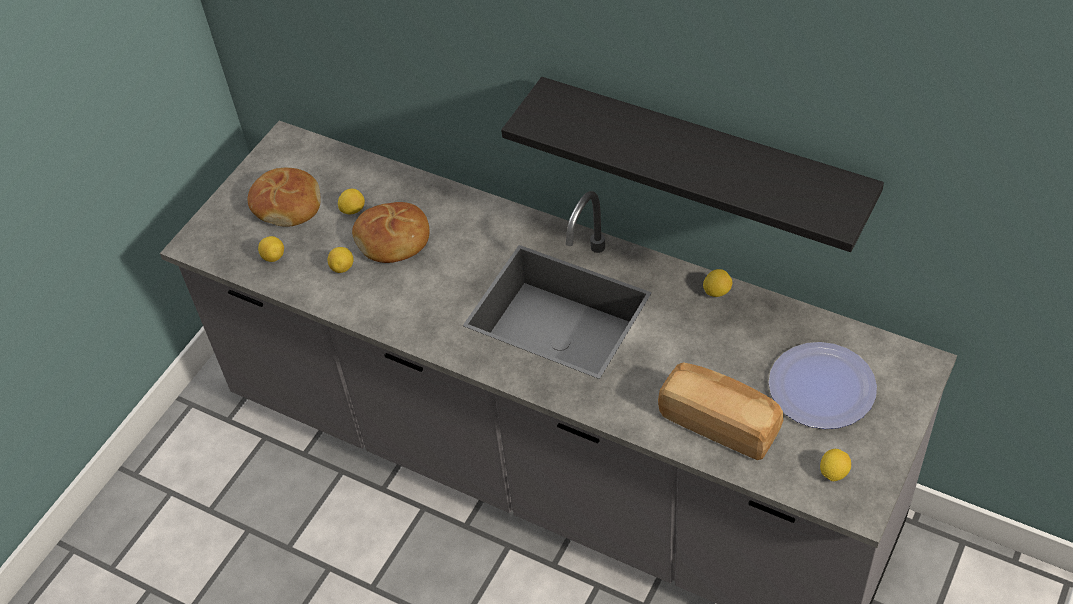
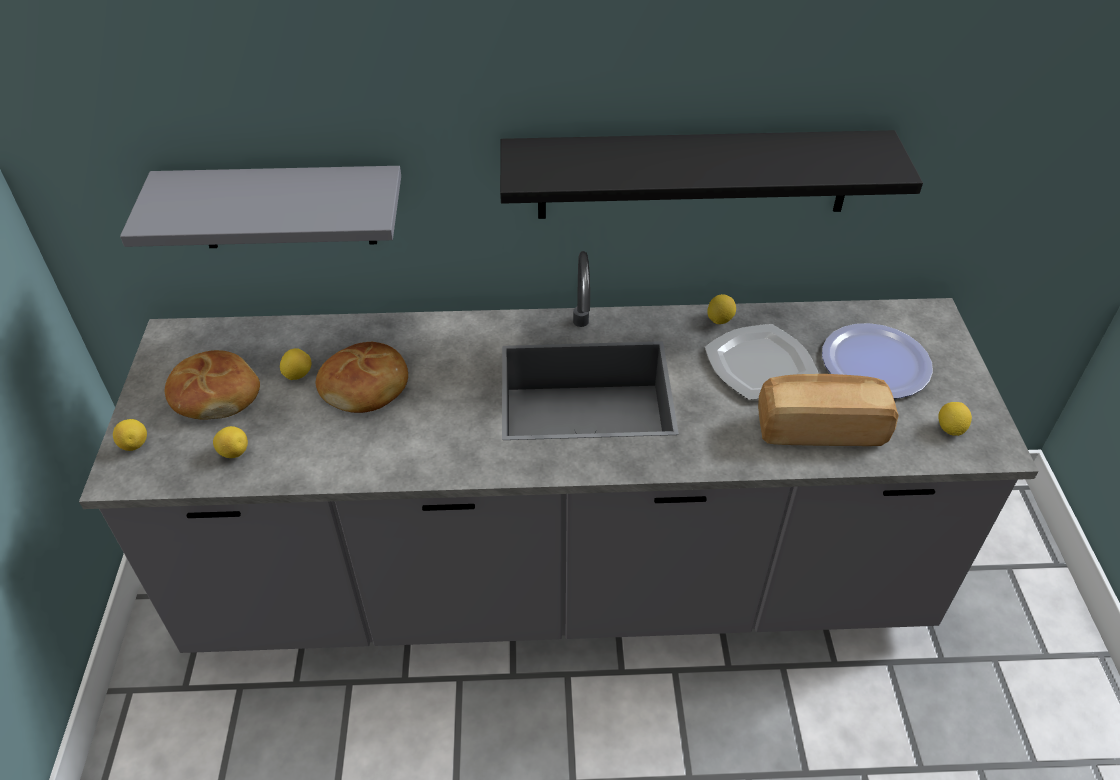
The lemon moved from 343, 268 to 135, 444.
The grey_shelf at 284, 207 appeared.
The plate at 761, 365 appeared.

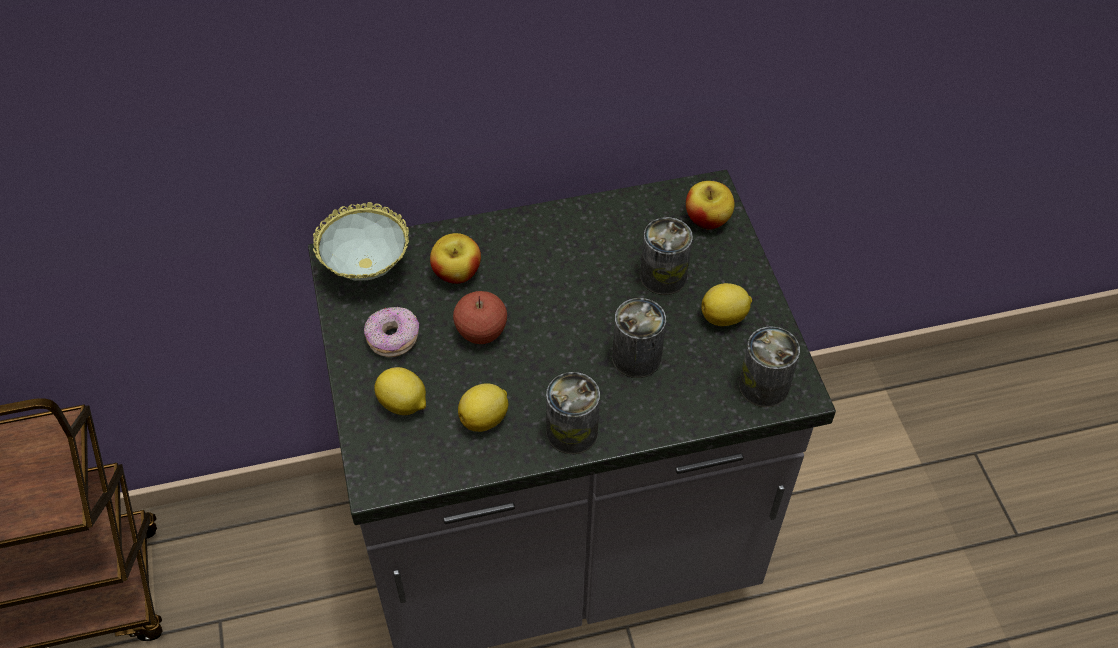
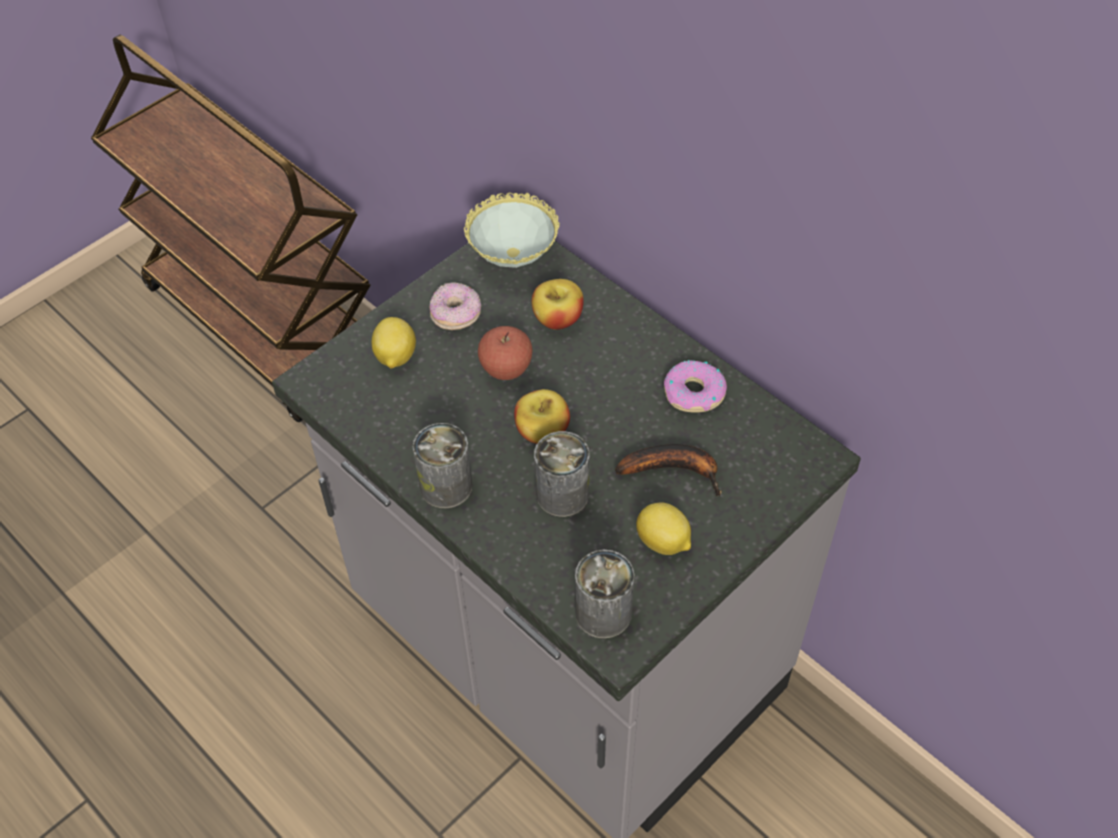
The apple moved from 707, 219 to 542, 431.
The can at 663, 276 was replaced by the banana at 675, 469.
The lemon at 485, 419 disappeared.
The donut at 694, 393 appeared.

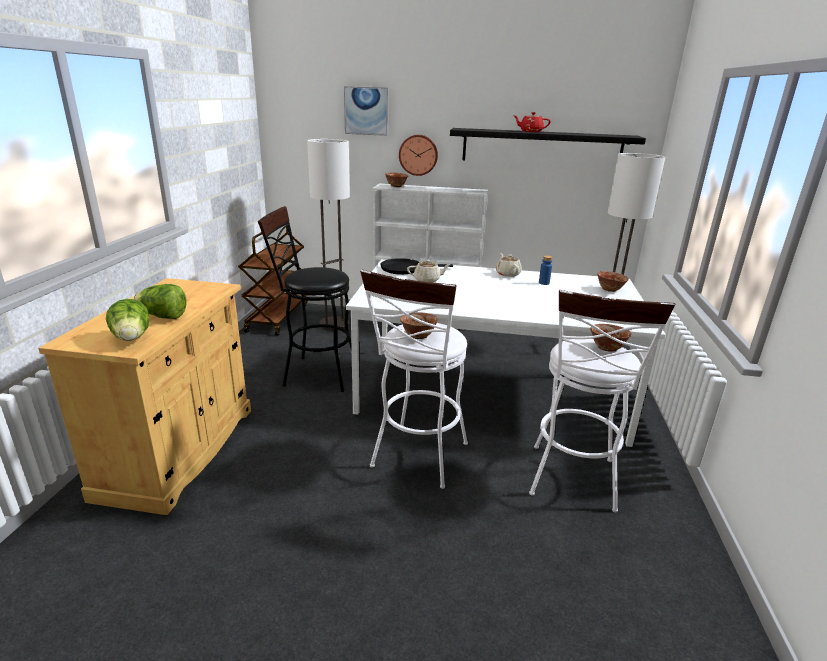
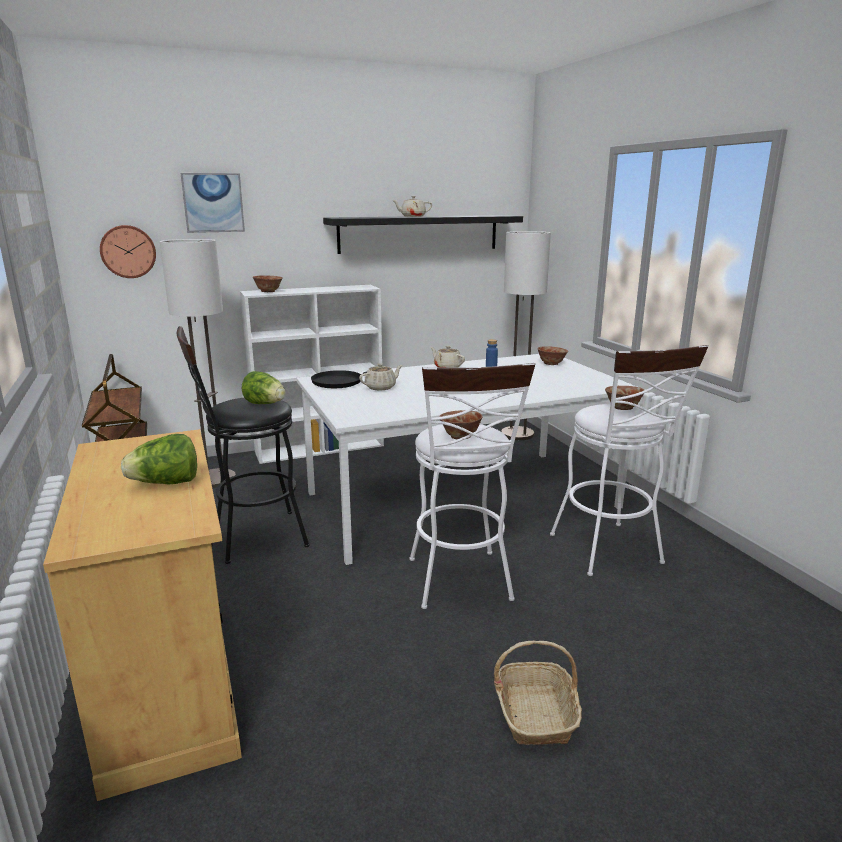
The red_teapot at 530, 131 became the beige_teapot at 412, 216.
The wall_clock moved from 418, 155 to 128, 251.
The lettuce moved from 132, 339 to 265, 404.
The basket at 535, 713 appeared.

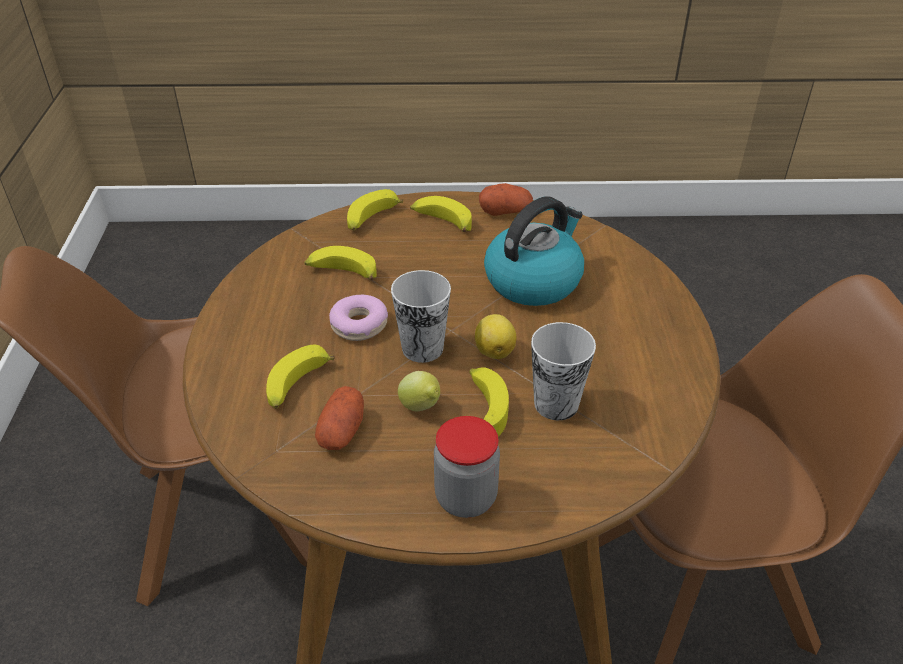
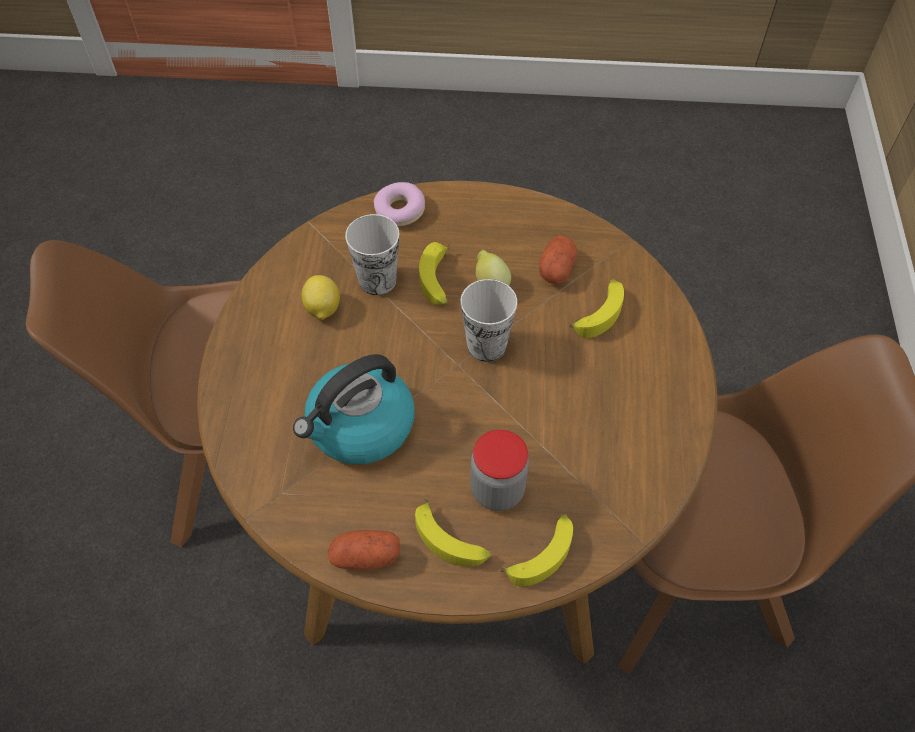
The banana at 341, 273 disappeared.
The donut moved from 359, 325 to 399, 210.
The lemon moved from 494, 350 to 322, 309.
The jar moved from 466, 498 to 497, 490.

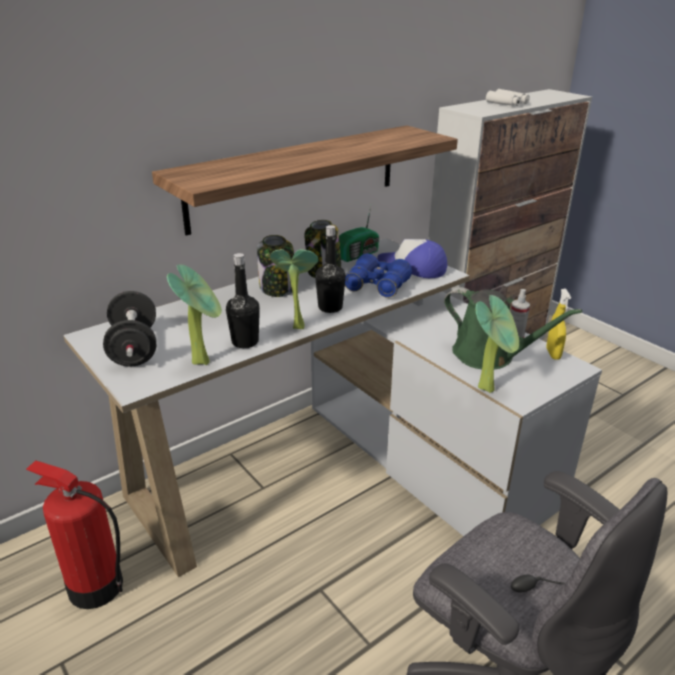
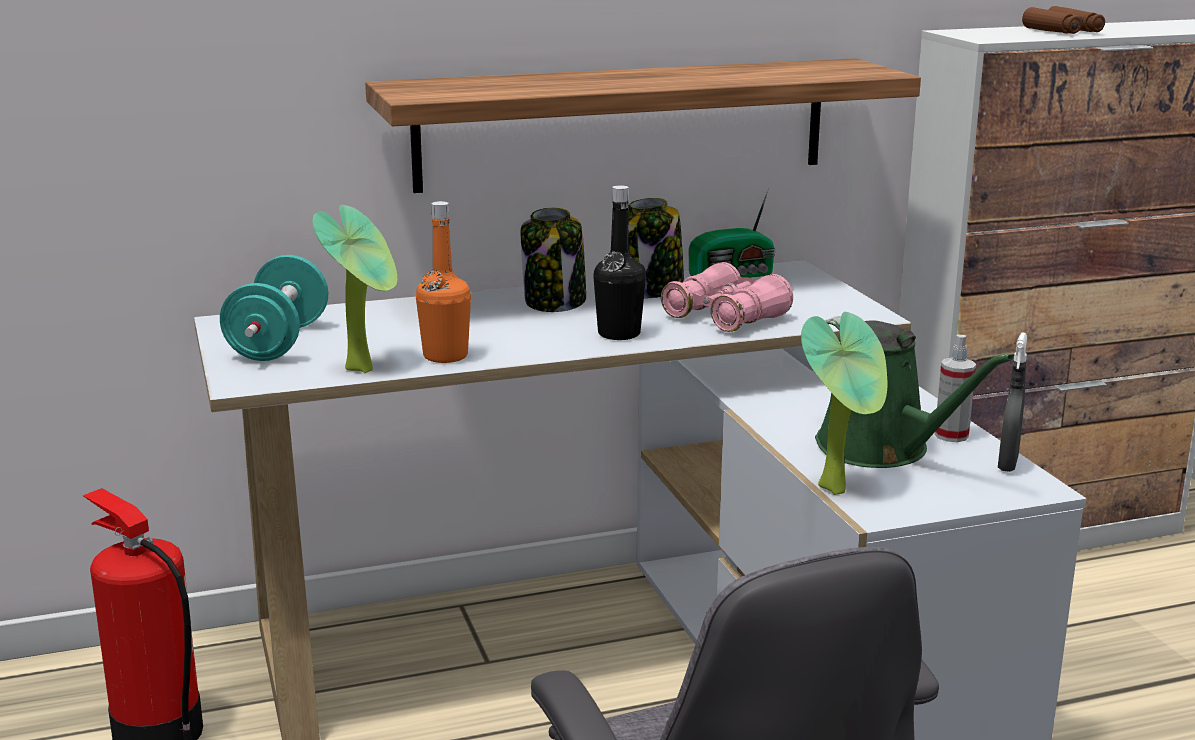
The white_binoculars at 507, 103 became the brown_binoculars at 1062, 31.
The cap at 412, 268 disappeared.
The potted_plant at 296, 325 disappeared.
The black_bottle at 245, 342 became the orange_bottle at 445, 356.
The blue_binoculars at 377, 286 became the pink_binoculars at 725, 317.
The yellow_spray_bottle at 553, 354 became the grey_spray_bottle at 1007, 464.
The black_dumbbell at 134, 348 became the turquoise_dumbbell at 278, 342.

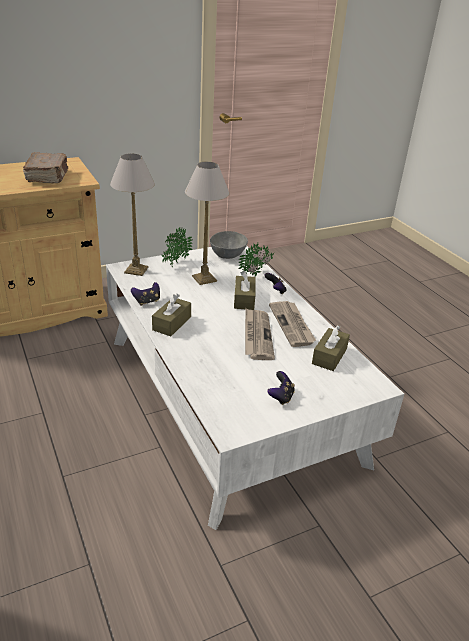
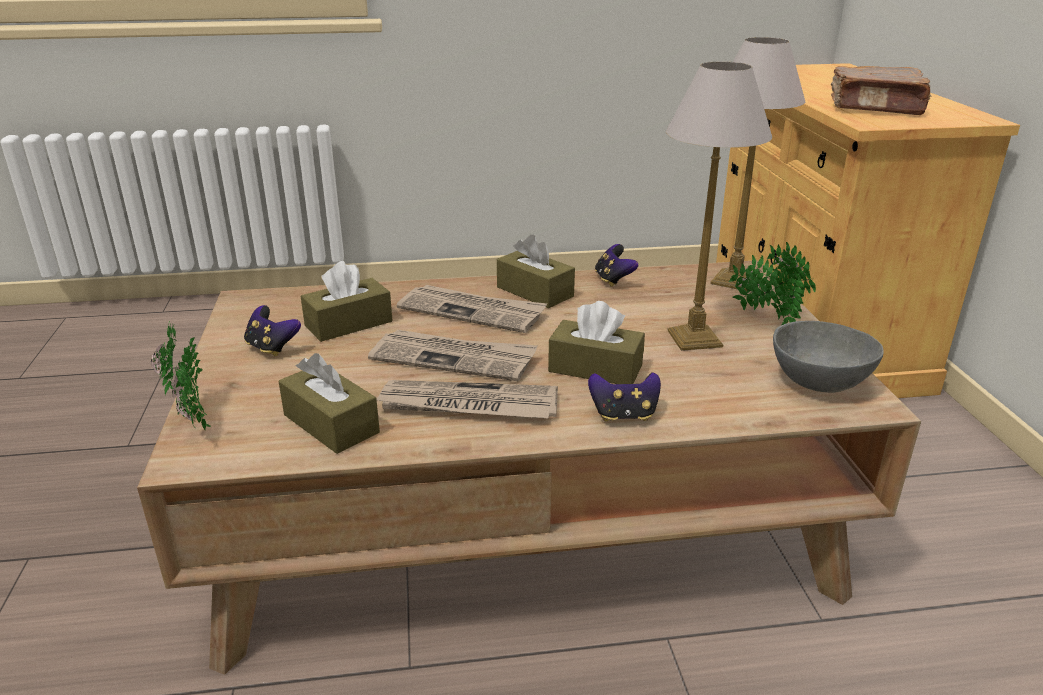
The potted_plant moved from 256, 274 to 192, 422.
The white_coffee_table at 229, 396 became the brown_coffee_table at 523, 511.
The brown_tissue_box at 348, 324 appeared.
The newspaper at 472, 311 appeared.

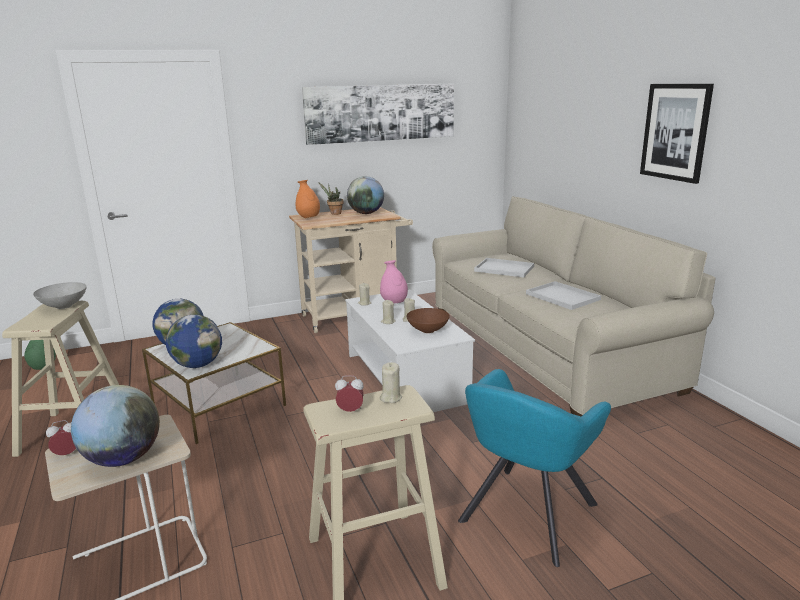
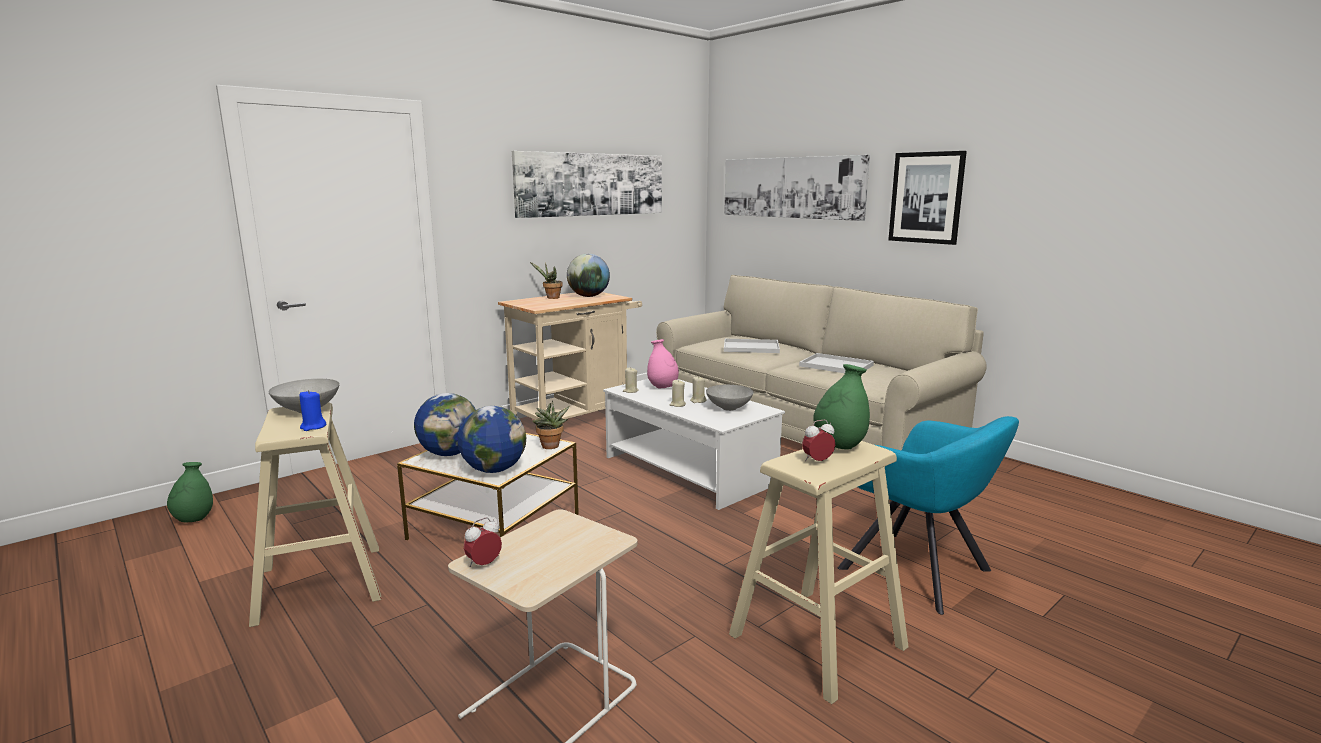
The orange_vase at 308, 218 disappeared.
The brown_bowl at 428, 330 became the grey_bowl at 729, 408.
The beige_candle at 390, 397 was replaced by the green_vase at 839, 446.
The turquoise_armchair at 526, 516 turned 60 degrees counterclockwise.
The globe at 123, 459 disappeared.
The picture at 791, 187 appeared.
The blue_candle at 313, 427 appeared.
The potted_plant at 550, 447 appeared.

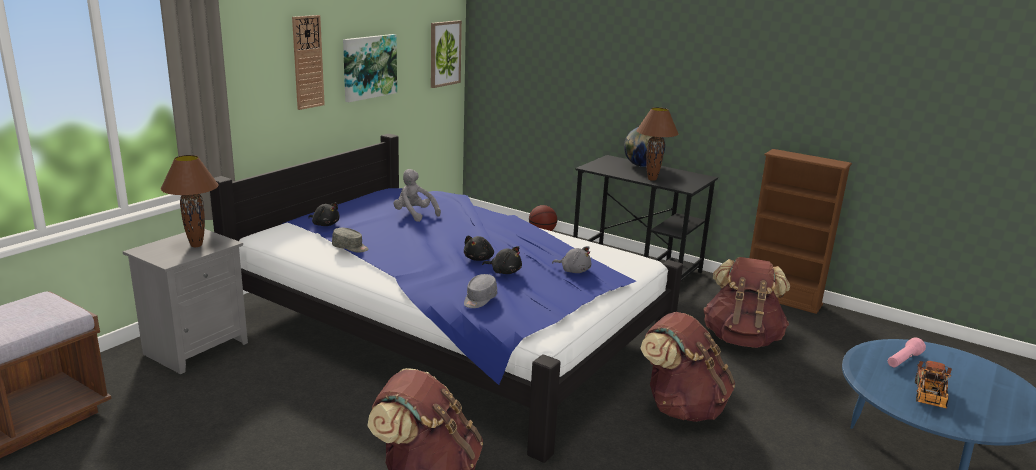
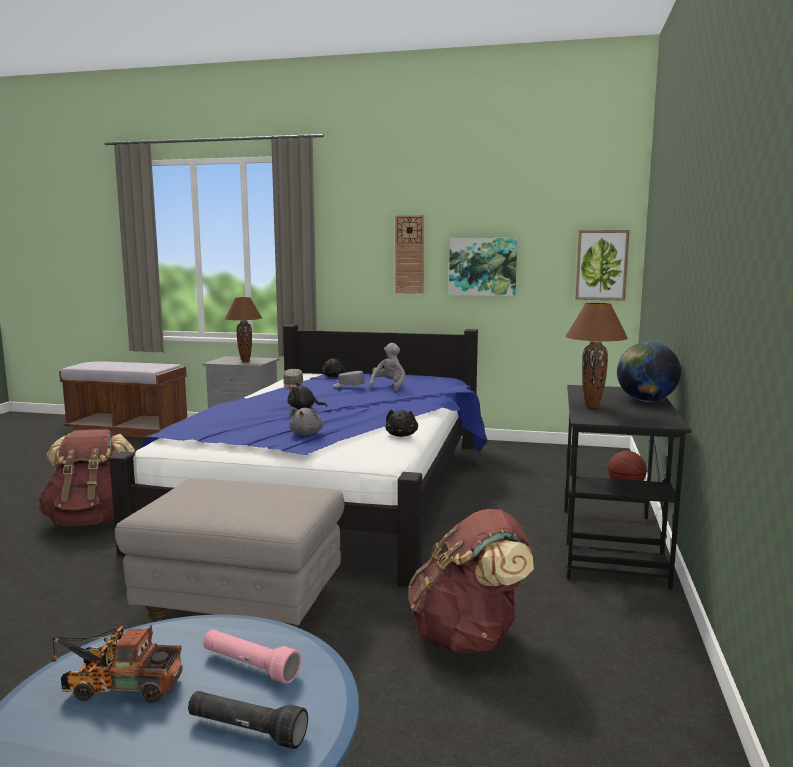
The brown_bookcase at 782, 299 disappeared.
The black_plush_toy moved from 504, 272 to 401, 435.
The grey_cap moved from 479, 299 to 348, 386.
The brown_backpack at 681, 408 was replaced by the grey_ottoman at 243, 609.
The black_flashlight at 246, 731 appeared.

